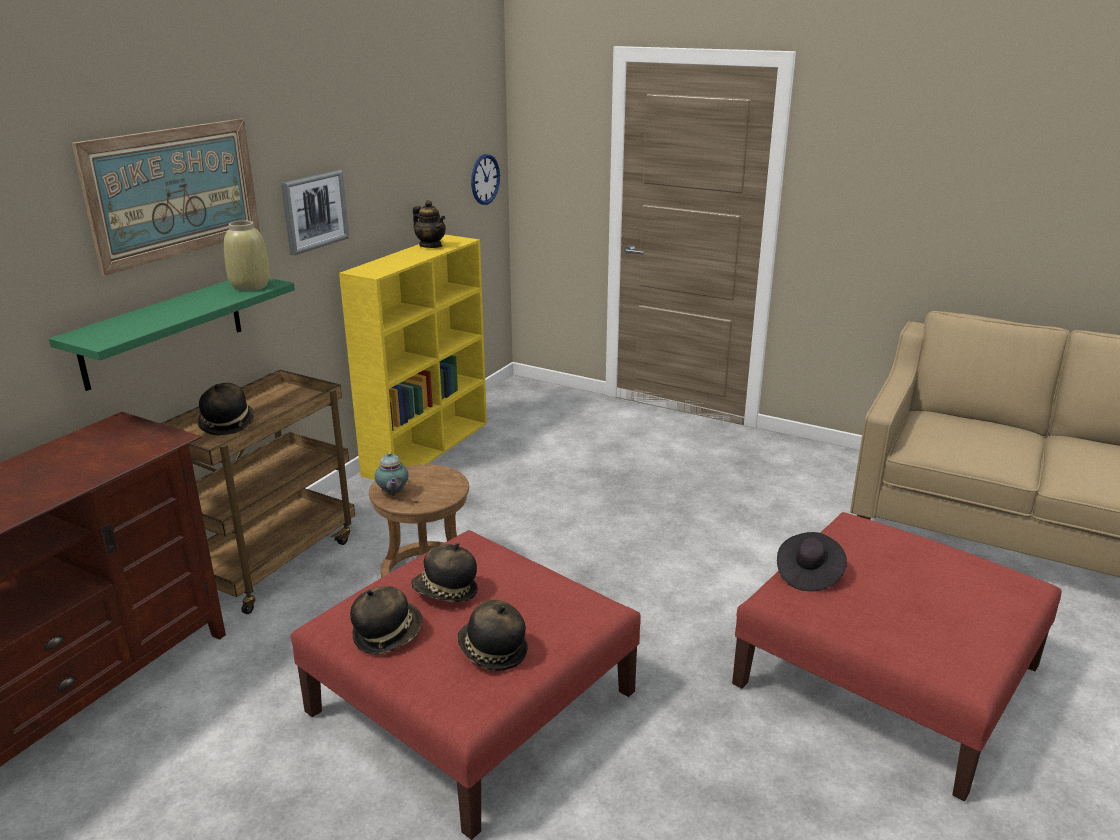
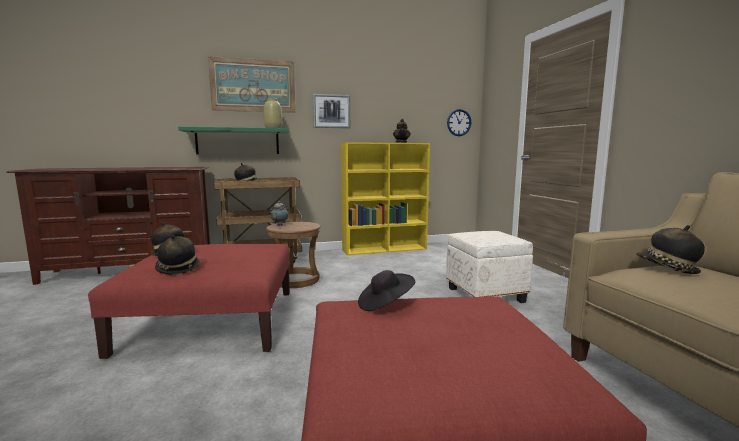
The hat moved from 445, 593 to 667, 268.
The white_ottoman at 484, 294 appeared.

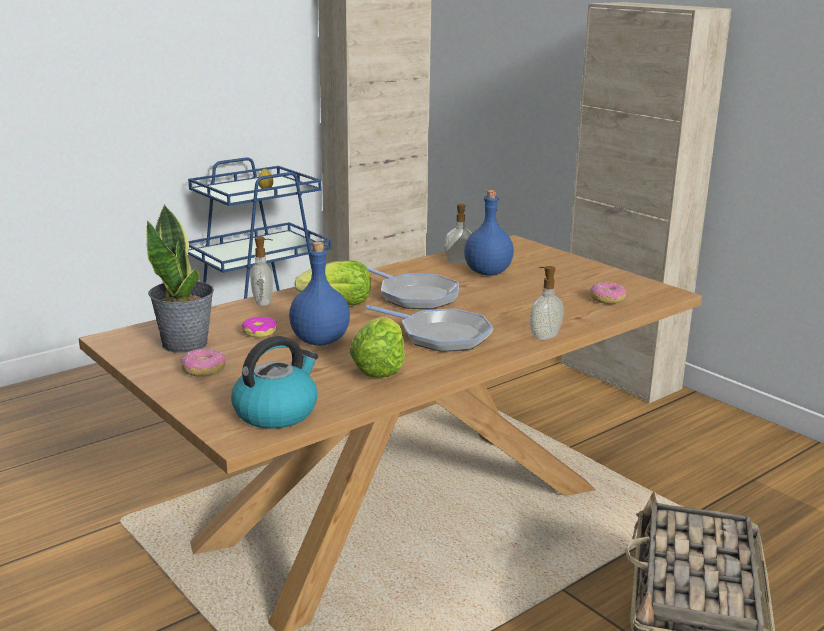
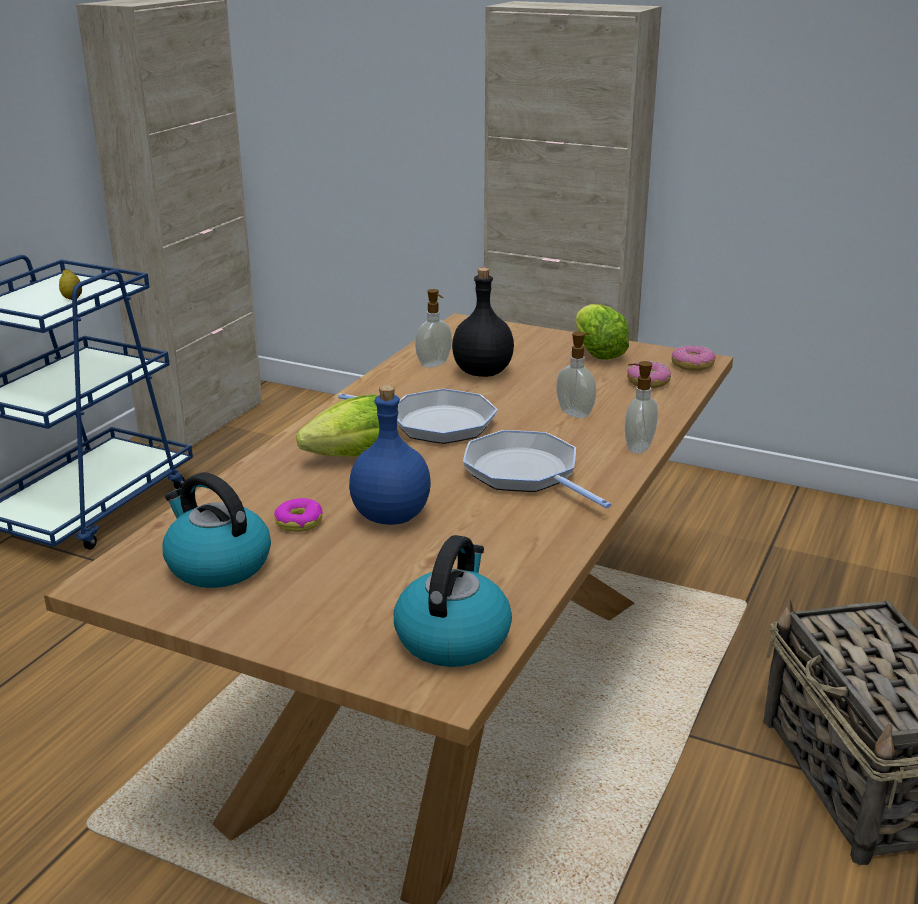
The blue_bottle at 487, 273 became the black_bottle at 482, 373.
The potted_plant at 185, 343 was replaced by the kettle at 217, 565.
The soap_dispenser moved from 263, 302 to 575, 413.
The frying_pan at 440, 336 turned 135 degrees counterclockwise.
The lettuce moved from 379, 369 to 597, 353.
The donut moved from 204, 370 to 692, 365.

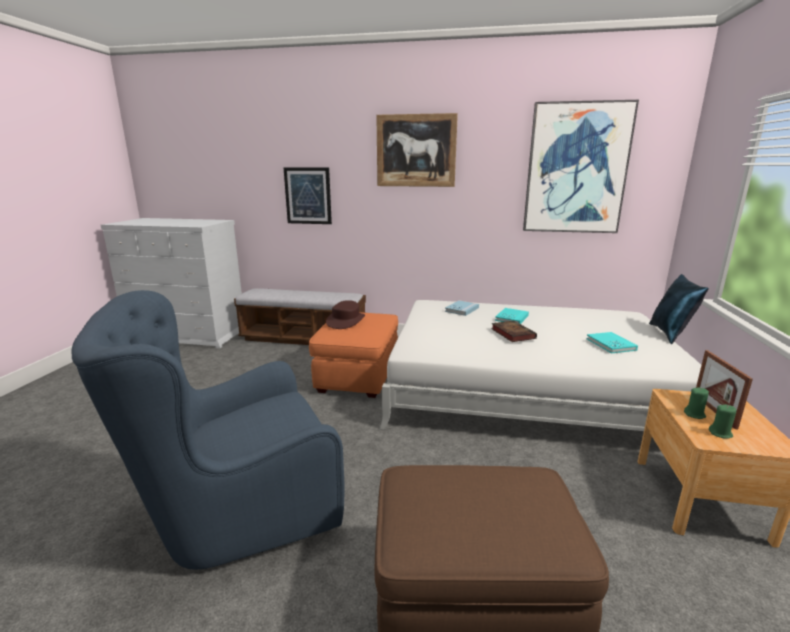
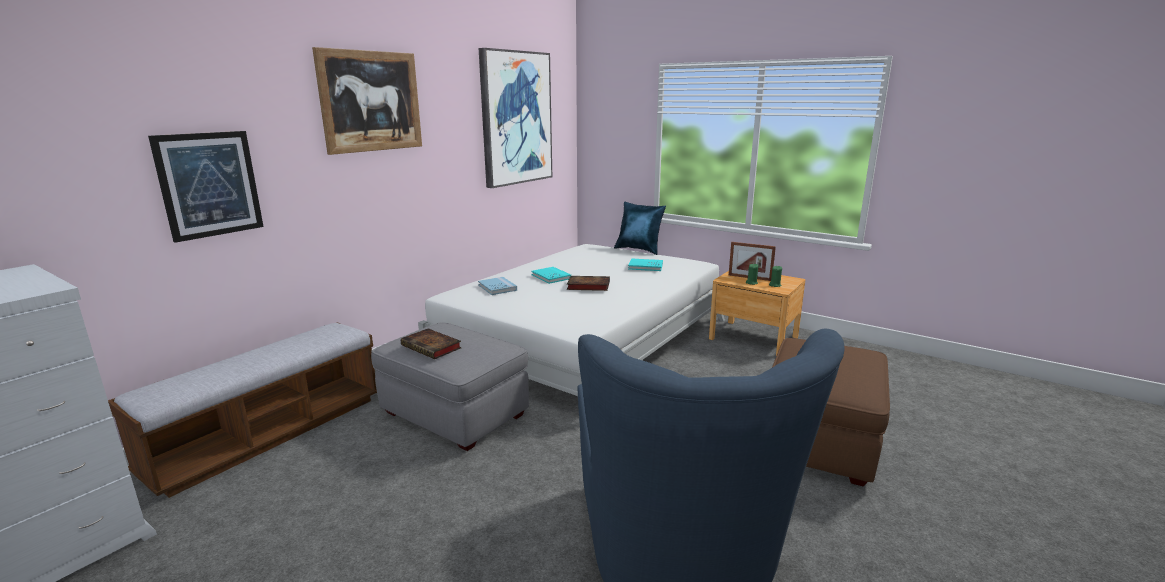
The brown_hat at 346, 321 was replaced by the book at 432, 347.
The orange_ottoman at 358, 375 became the grey_ottoman at 455, 414.

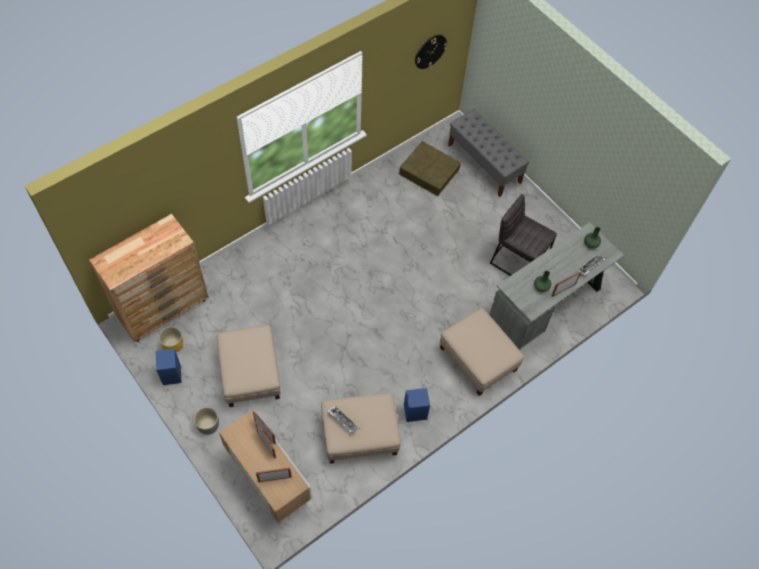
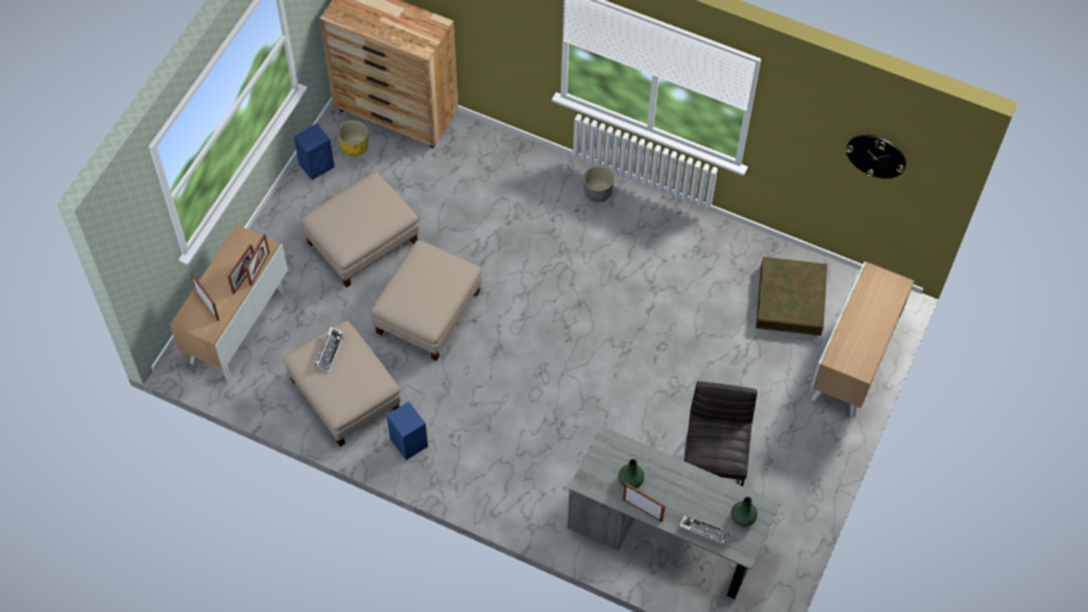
The grey_bench at 484, 164 was replaced by the cabinet at 853, 363.
The beige_ottoman moved from 477, 359 to 427, 311.
The grey_planter moved from 208, 425 to 597, 192.

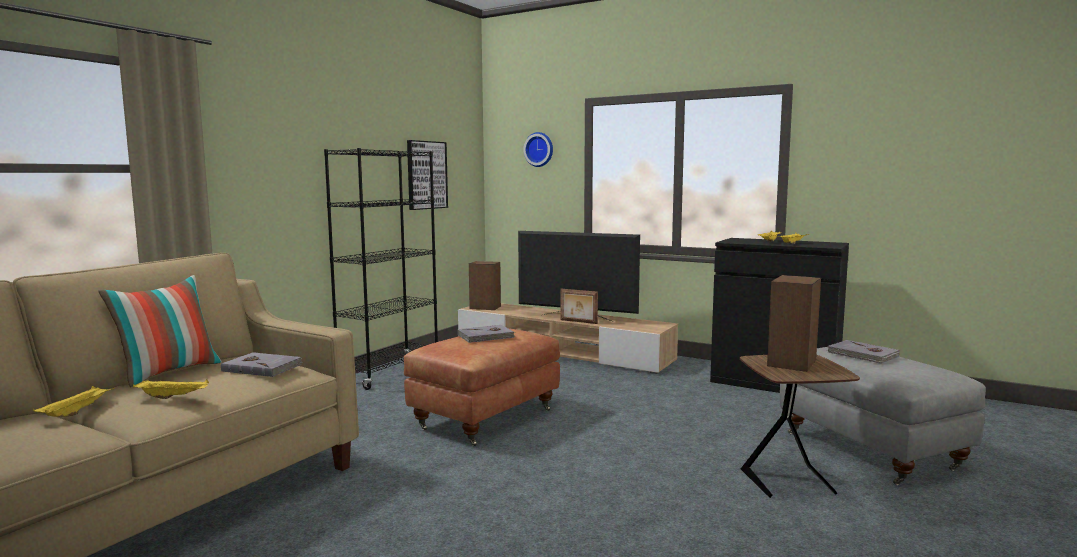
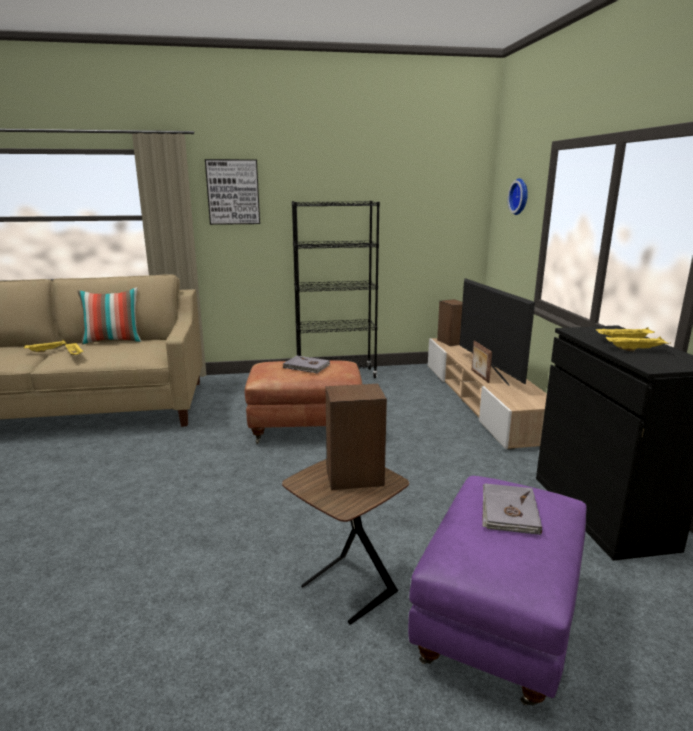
The picture moved from 426, 175 to 233, 192.
The grey_ottoman at 871, 450 became the purple_ottoman at 498, 624.
The grey_book at 262, 367 disappeared.

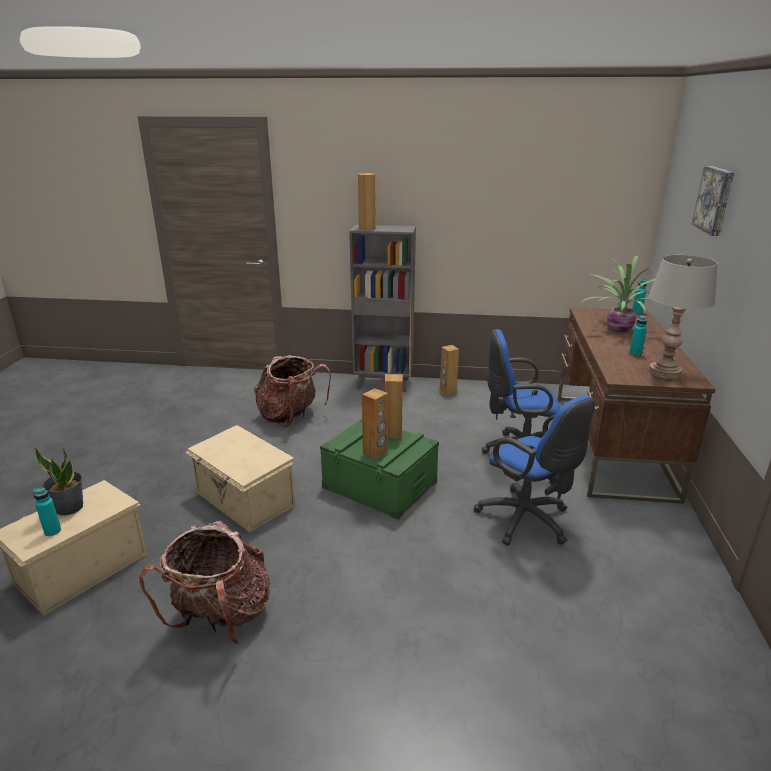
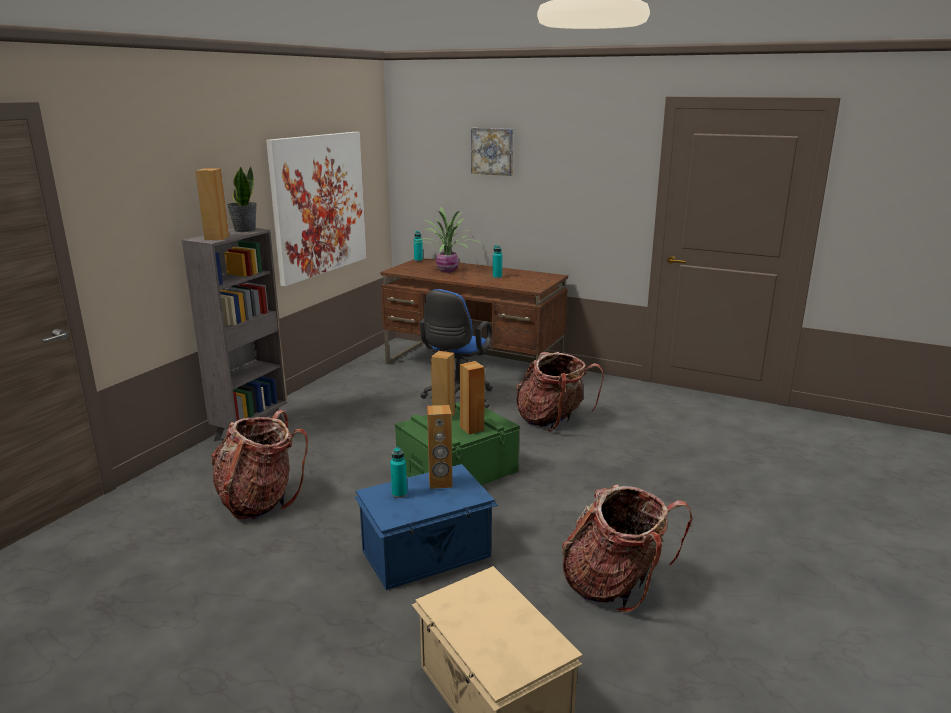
The grey_table_lamp at 664, 372 disappeared.
The brown_speaker moved from 448, 391 to 440, 483.
The blue_office_chair at 528, 522 was replaced by the backpack at 553, 420.
The beige_storage_box at 244, 500 became the blue_storage_box at 427, 554.
The potted_plant moved from 69, 507 to 244, 230.
The turquoise_bottle moved from 52, 531 to 399, 494.
The picture at 319, 205 appeared.

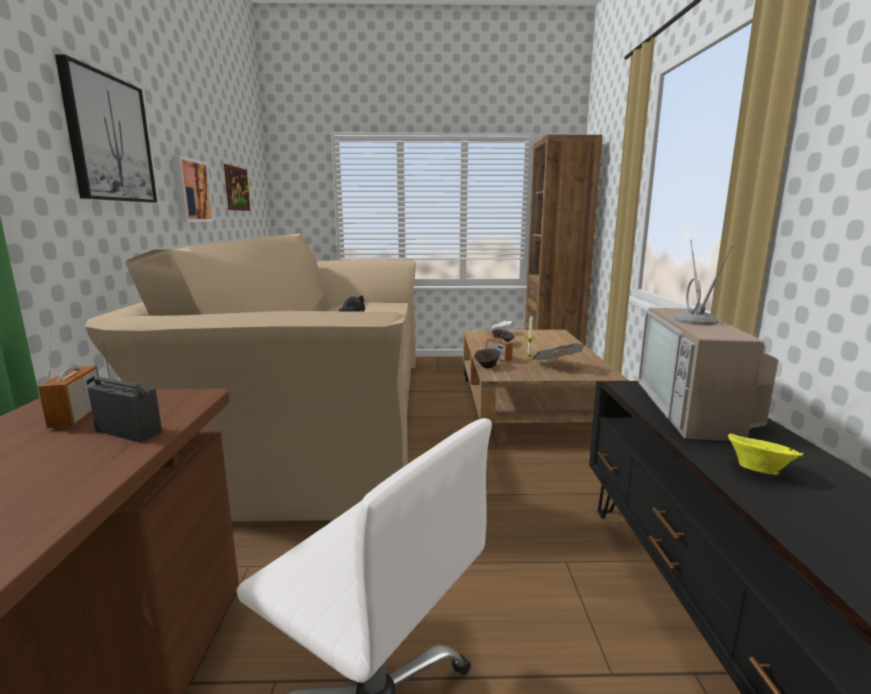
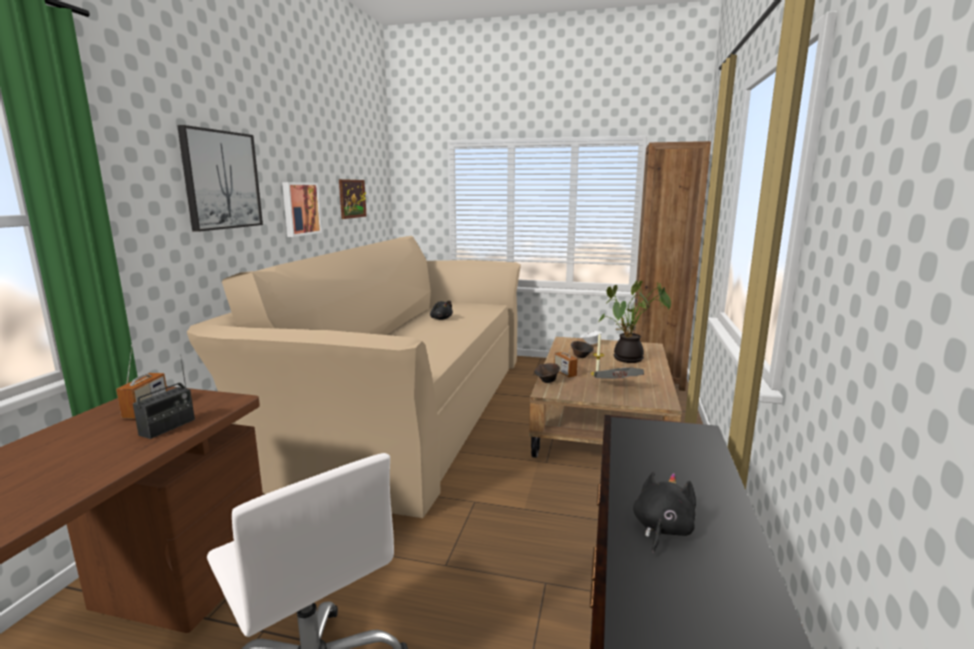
The television at 696, 410 disappeared.
The radio at 129, 431 turned 75 degrees clockwise.
The yellow_bowl at 757, 470 was replaced by the black_plush_toy at 661, 529.
The potted_plant at 628, 360 appeared.

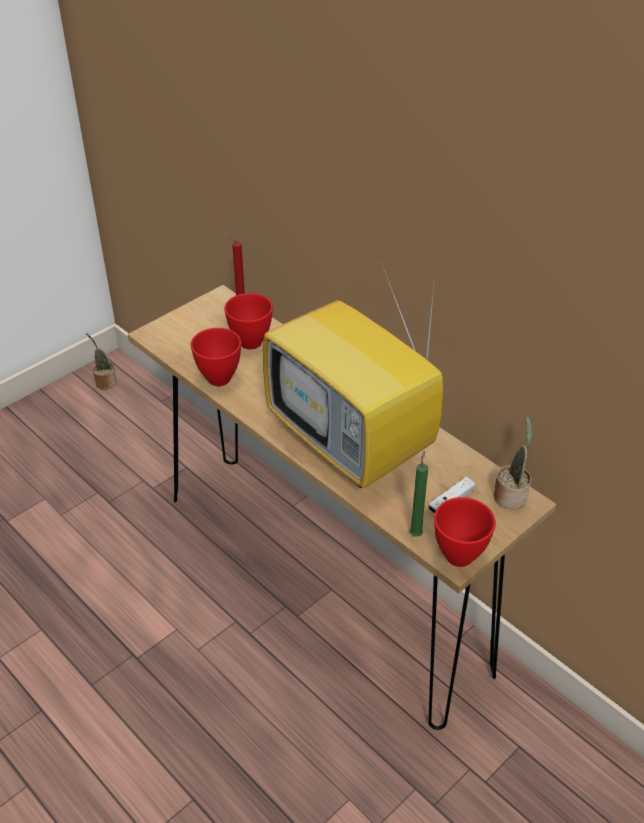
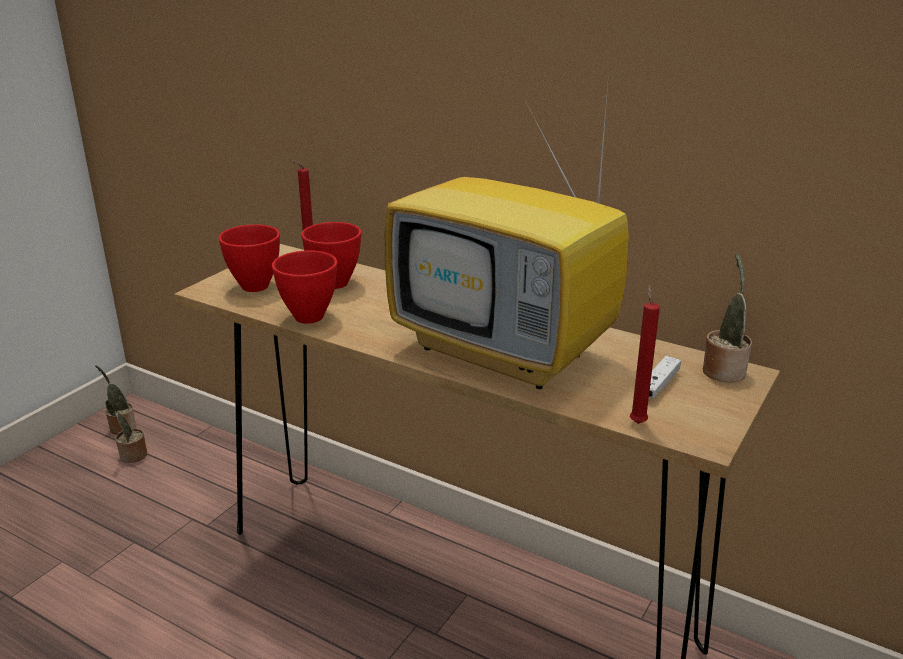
The green_candle at 416, 533 became the red_candle at 637, 421.
The red_bowl moved from 460, 557 to 256, 286.
The potted_plant at 131, 456 appeared.

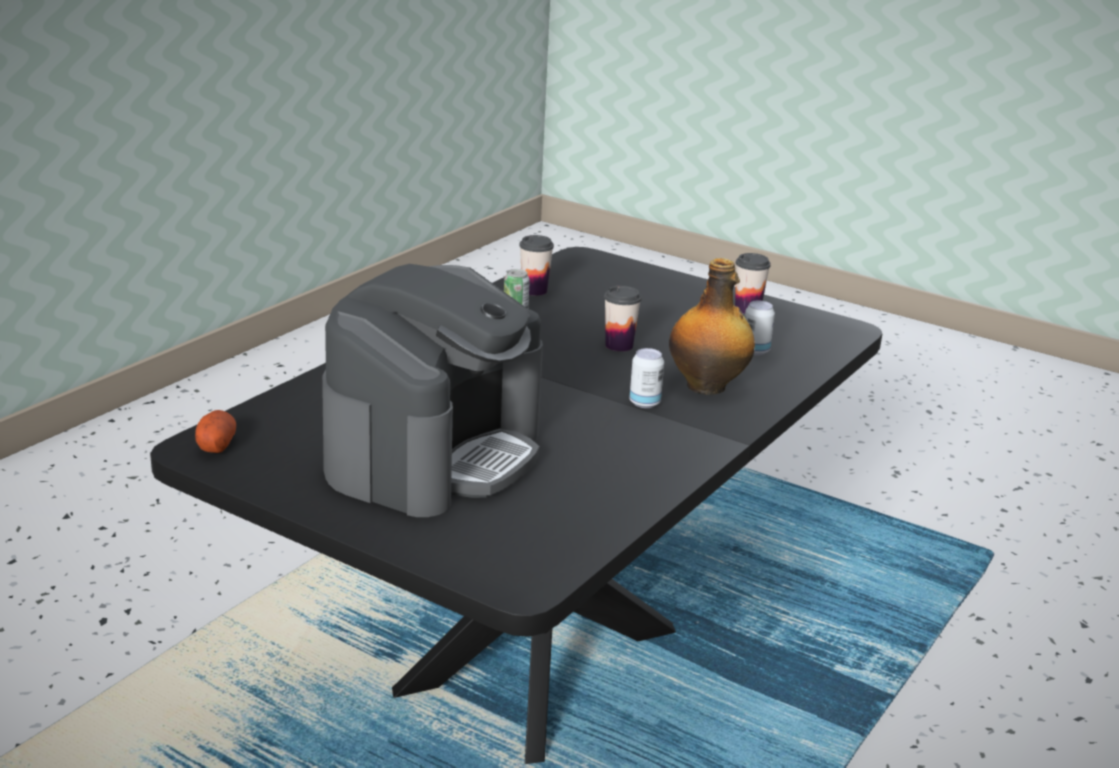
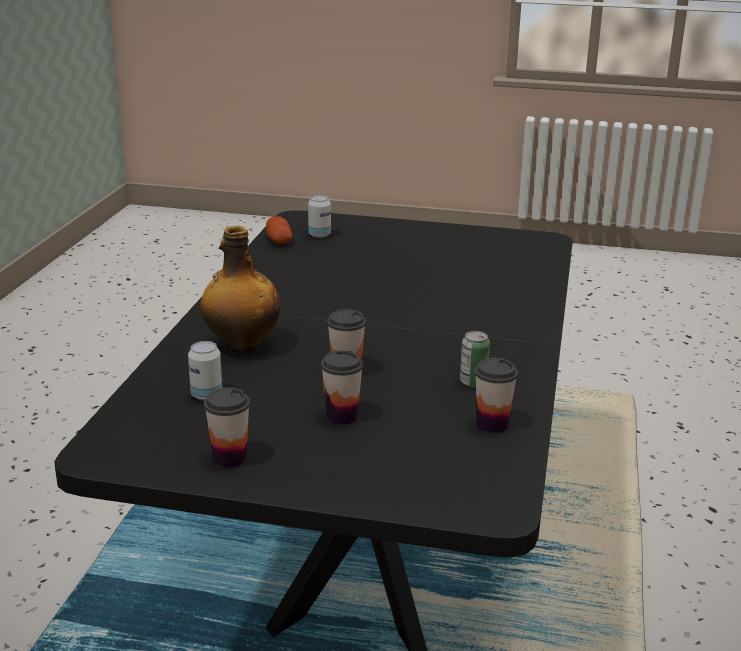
The coffee_machine at 434, 454 disappeared.
The can moved from 644, 403 to 319, 235.
The potato moved from 216, 445 to 279, 241.
The cup at 342, 416 appeared.

